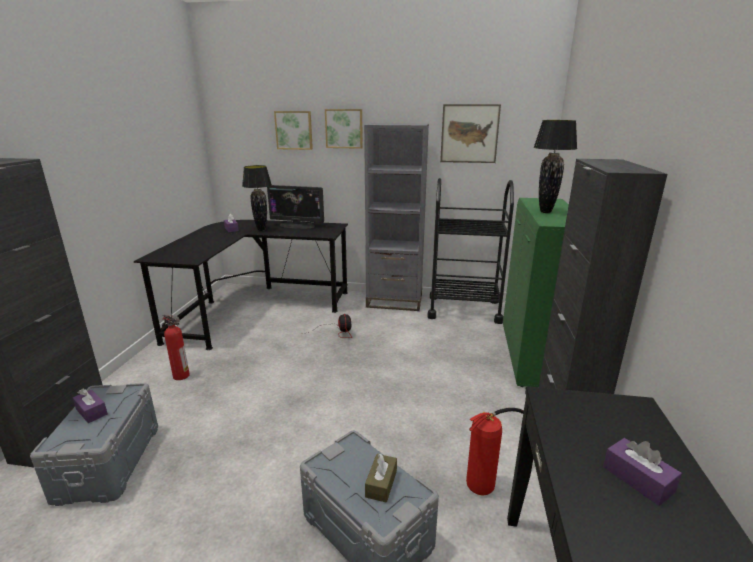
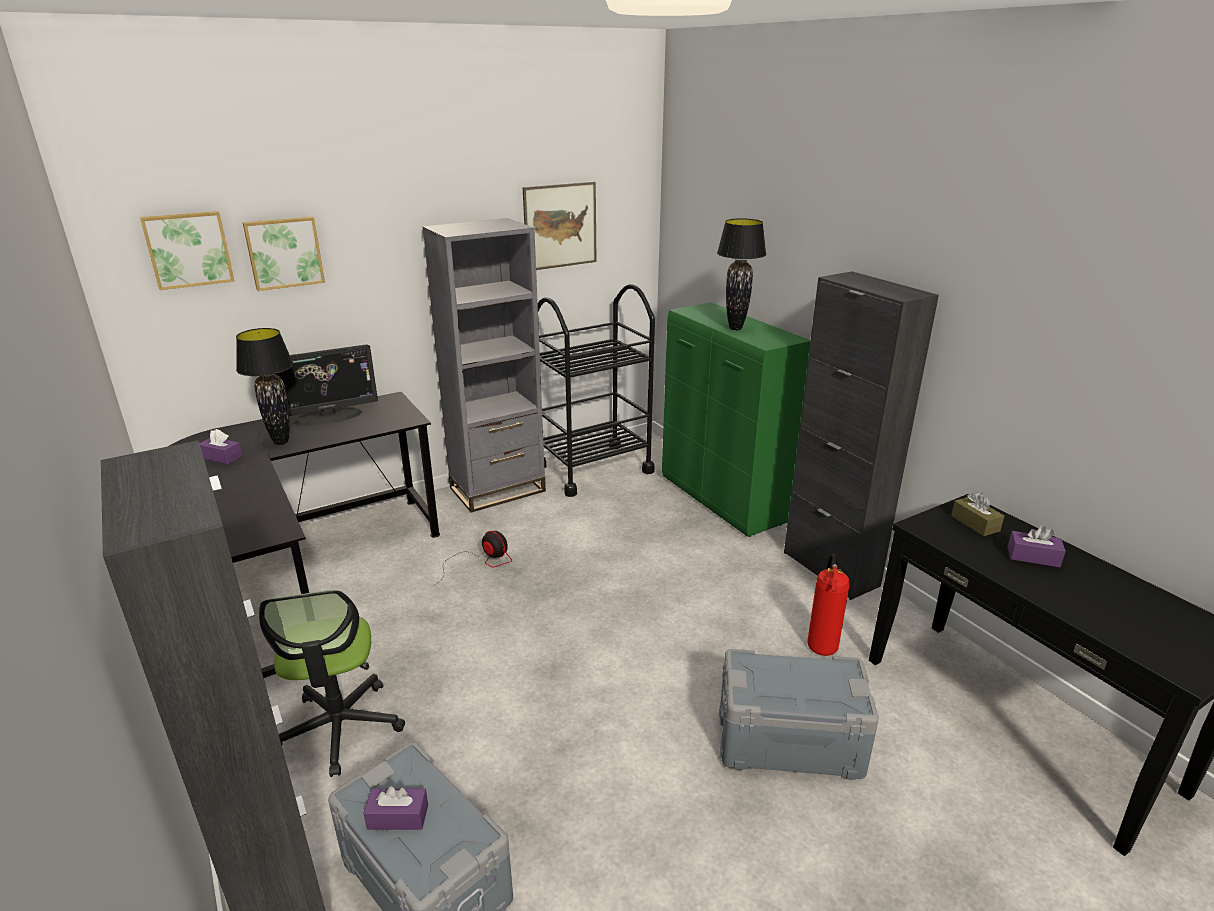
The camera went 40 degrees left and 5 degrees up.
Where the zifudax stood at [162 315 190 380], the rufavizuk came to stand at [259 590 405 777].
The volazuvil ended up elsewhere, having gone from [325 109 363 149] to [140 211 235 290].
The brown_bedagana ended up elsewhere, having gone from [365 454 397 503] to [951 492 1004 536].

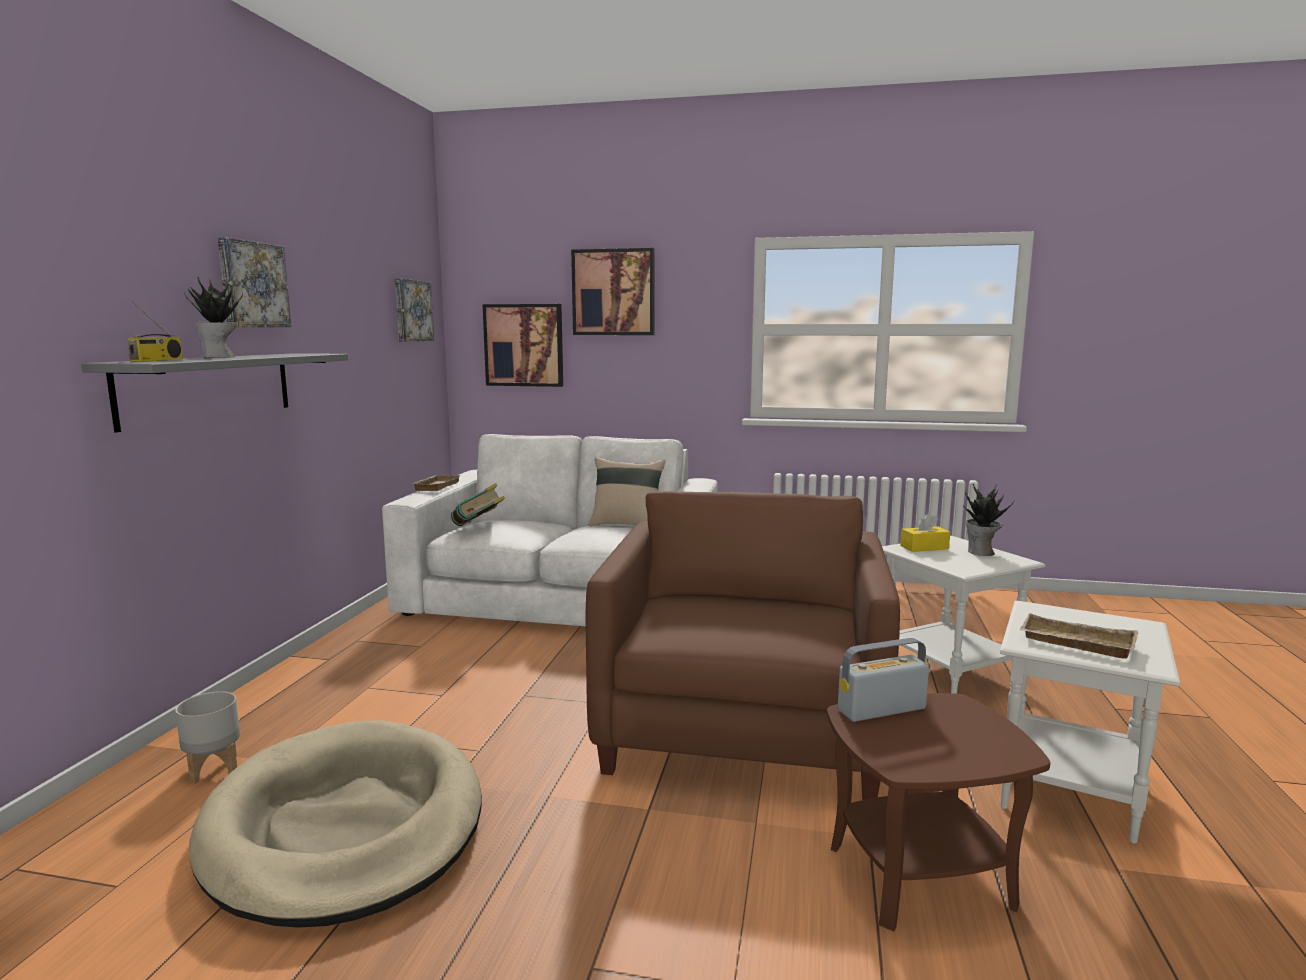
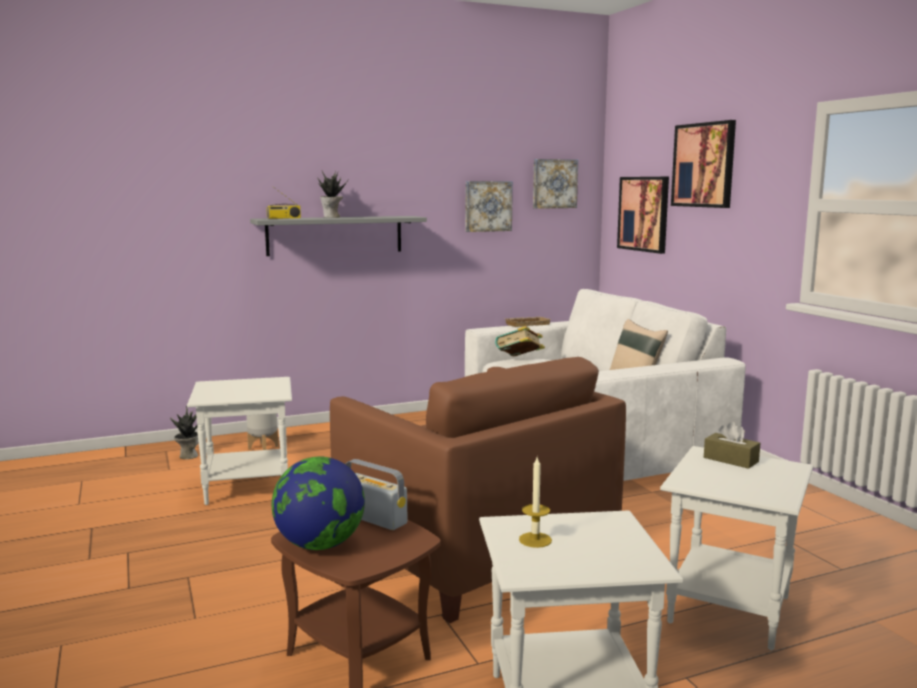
The camera went 55 degrees right and 0 degrees up.
Where the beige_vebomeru stood at [189 720 482 928], the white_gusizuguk came to stand at [187 377 292 505].
The volazuvil ended up elsewhere, having gone from [218 237 291 327] to [466 181 513 232].
The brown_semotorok at [585 491 900 800] ended up facing another way, 75 degrees clockwise from before.
What was the yellow_bedagana at [900 514 950 552] turned into the brown_bedagana at [704 422 760 469].
The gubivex ended up elsewhere, having gone from [963 484 1013 556] to [170 406 199 459].
Where the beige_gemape stood at [1019 613 1138 659], the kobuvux came to stand at [519 457 552 548].
The second view gained the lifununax at [272 457 365 550].

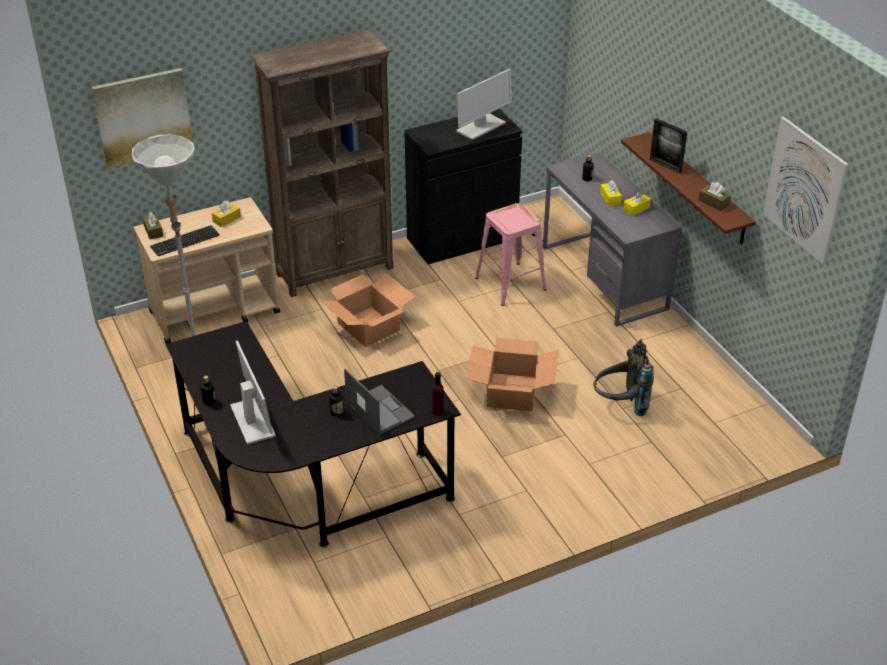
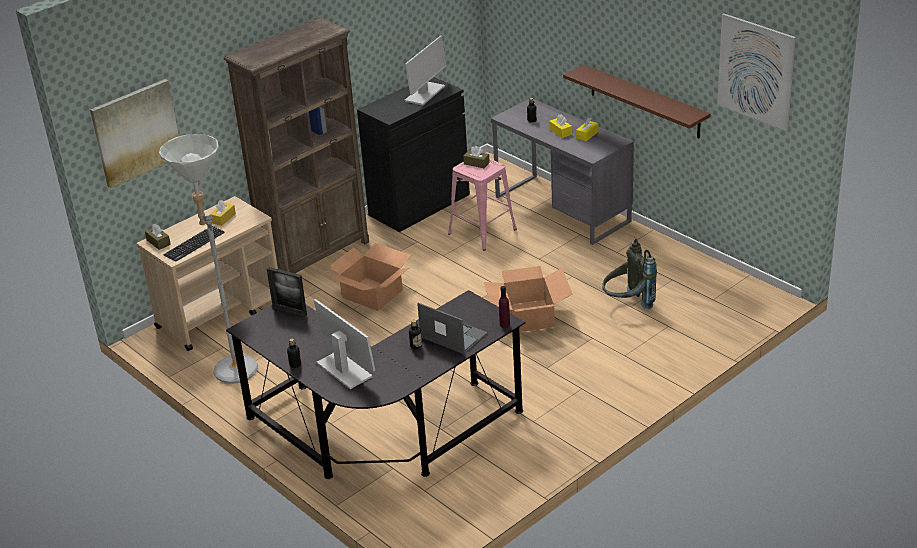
The camera went 15 degrees left and 5 degrees down.
The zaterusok ended up elsewhere, having gone from [650 118 687 174] to [267 267 307 317].
The brown_bedagana ended up elsewhere, having gone from [698 182 731 211] to [463 146 490 168].

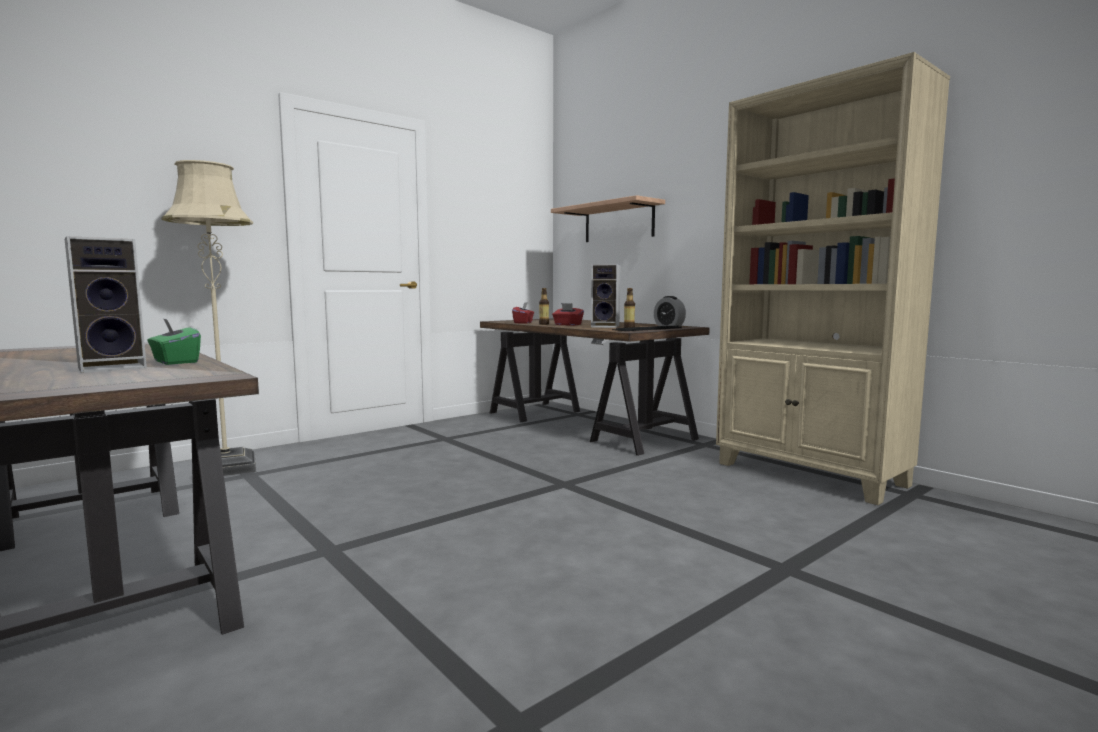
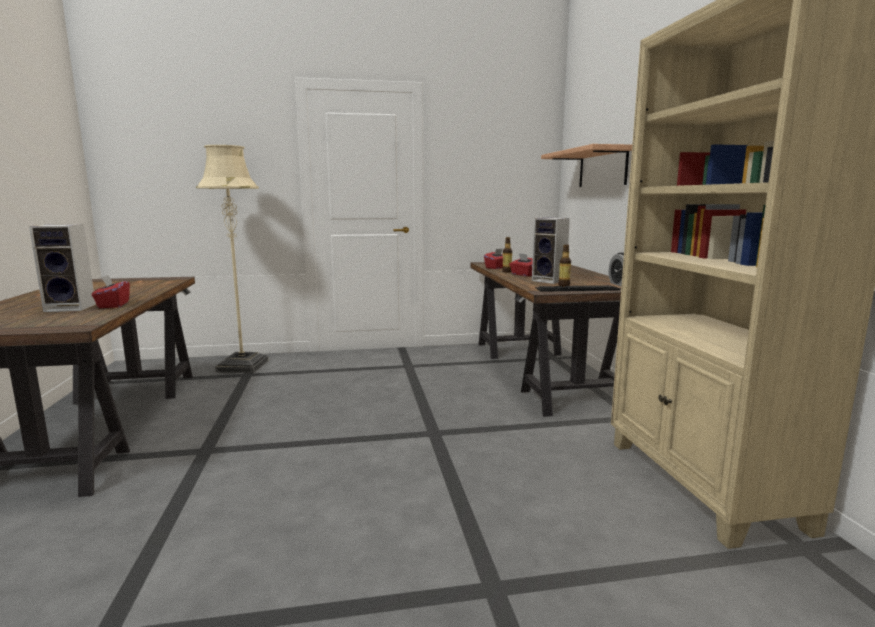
The camera went 30 degrees right and 5 degrees up.
What was the green_bedagana at [148 318 201 365] turned into the red_bedagana at [92 275 130 308].

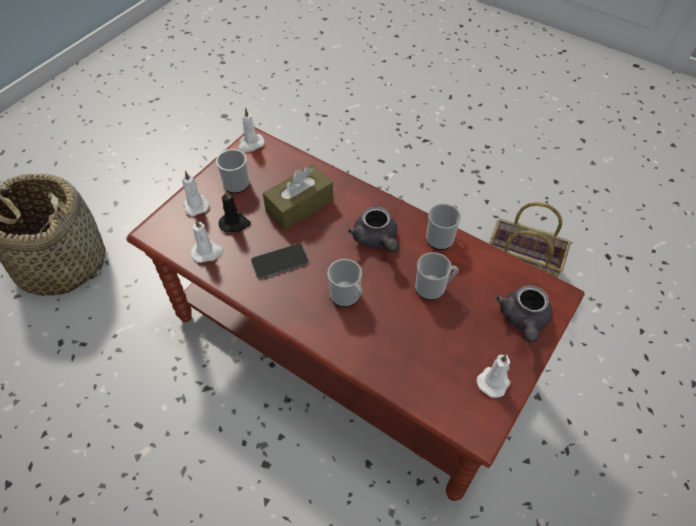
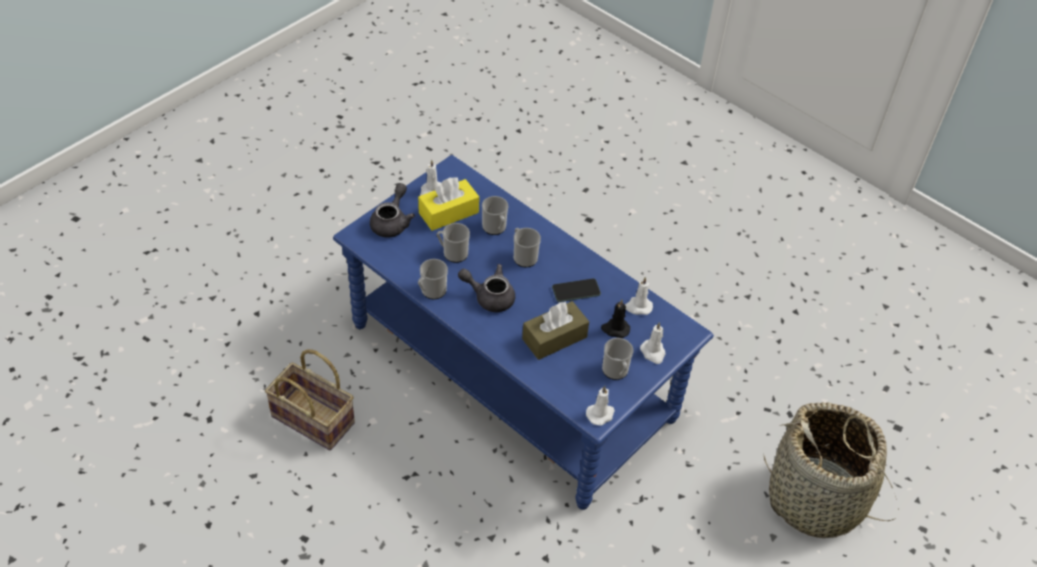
The camera went 175 degrees left and 5 degrees down.
What was the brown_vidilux at [126 127 585 501] turned into the blue_vidilux at [333 155 714 510].
The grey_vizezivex at [348 206 399 252] ended up facing another way, 60 degrees counterclockwise from before.
The second view gained the yellow_bedagana at [418 177 479 231].
The second view gained the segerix at [482 196 508 235].

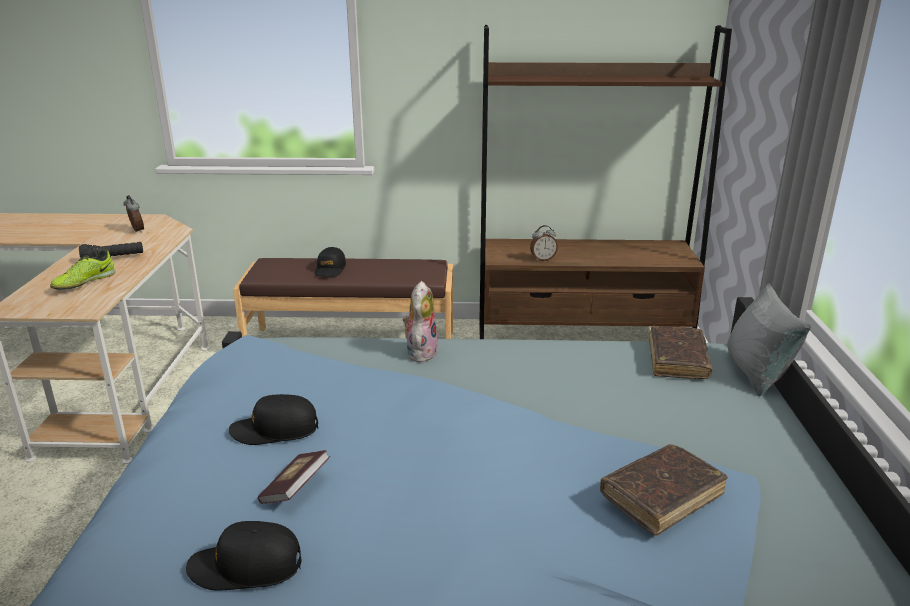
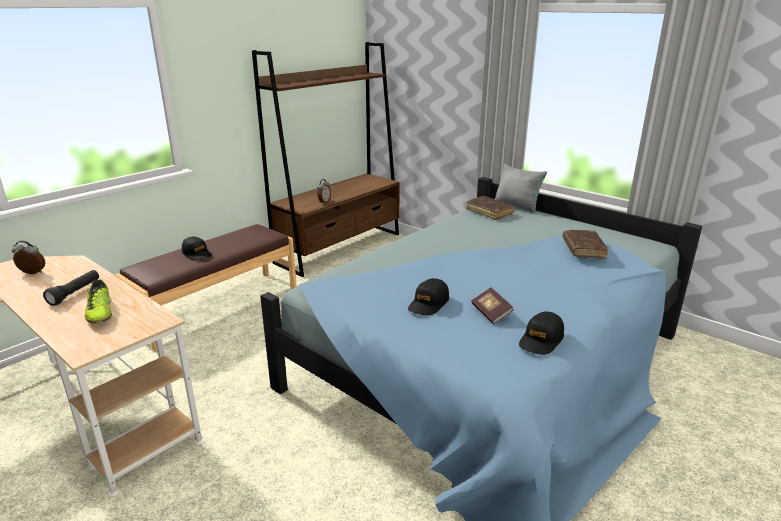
The camera went 50 degrees left and 0 degrees up.
The second view lost the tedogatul at [403 281 438 362].

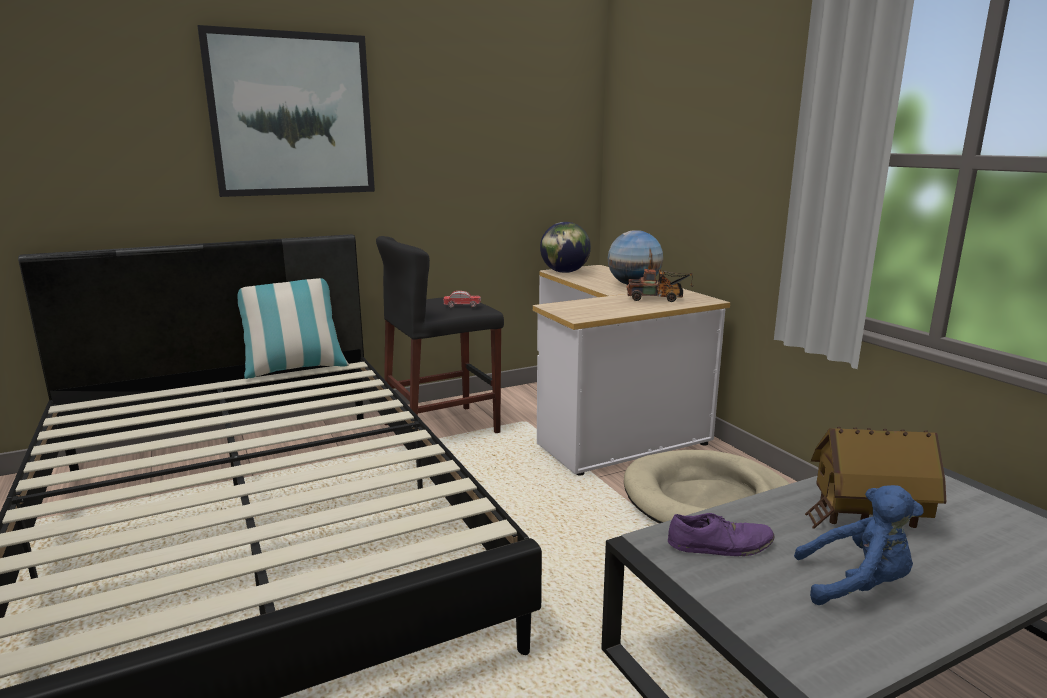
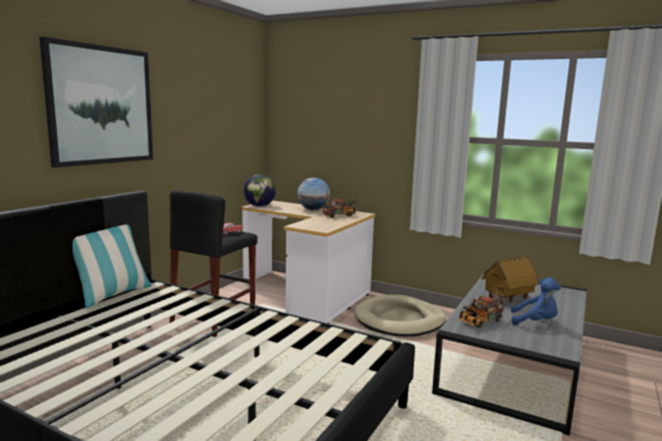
The camera went 35 degrees left and 5 degrees down.
Where the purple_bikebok stood at [668 513 775 556], the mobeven came to stand at [459 296 504 328].
The blue_tedogatul at [794 485 924 605] ended up facing another way, 45 degrees clockwise from before.

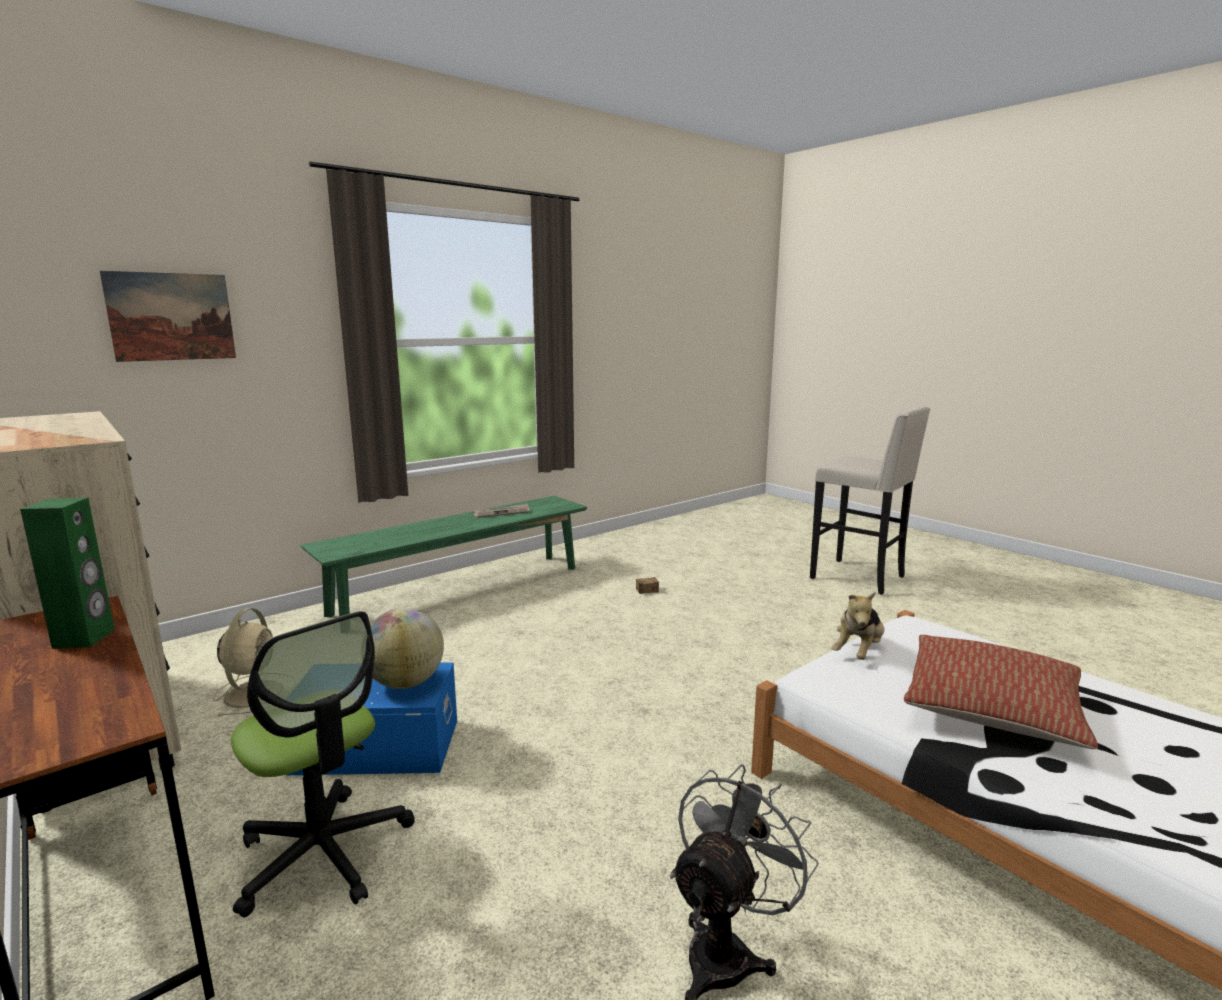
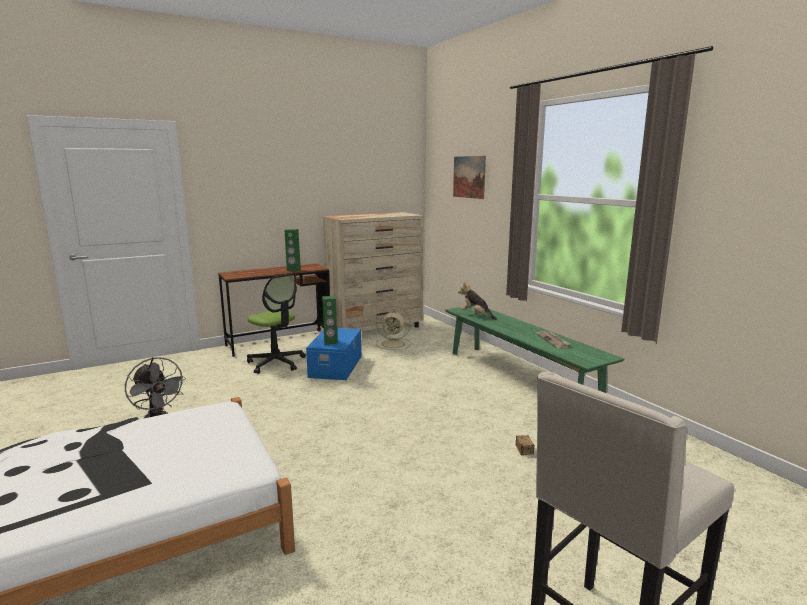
The camera went 100 degrees right and 0 degrees up.
The rufavizuk at [231 611 415 918] ended up facing another way, 105 degrees counterclockwise from before.
Where the lifununax stood at [370 608 444 689], the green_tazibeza came to stand at [322 296 337 345].
The tedogatul ended up elsewhere, having gone from [832 592 884 660] to [458 282 497 320].
The second view lost the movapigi at [904 635 1098 749].

